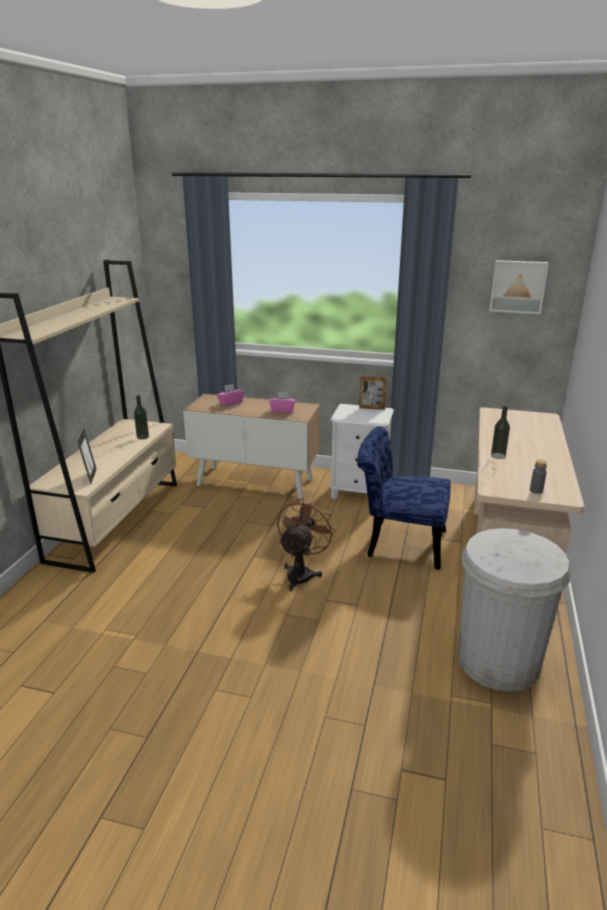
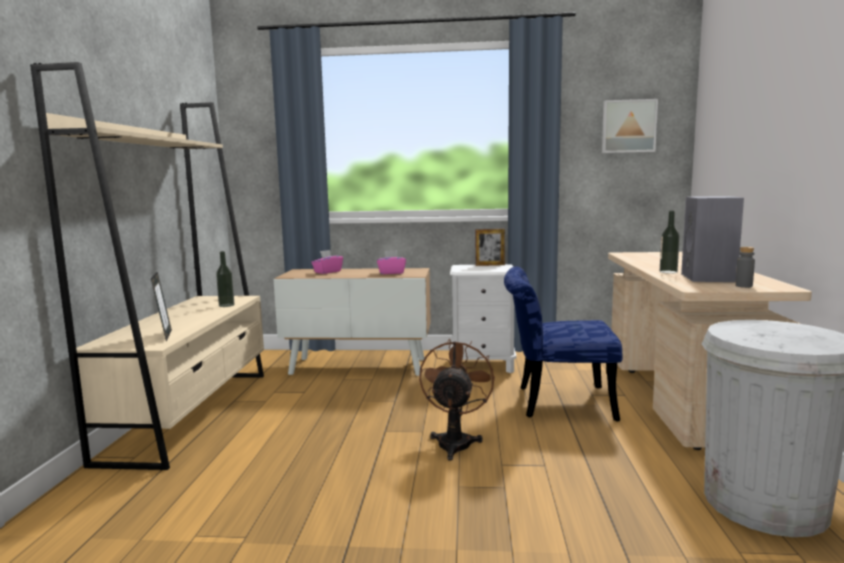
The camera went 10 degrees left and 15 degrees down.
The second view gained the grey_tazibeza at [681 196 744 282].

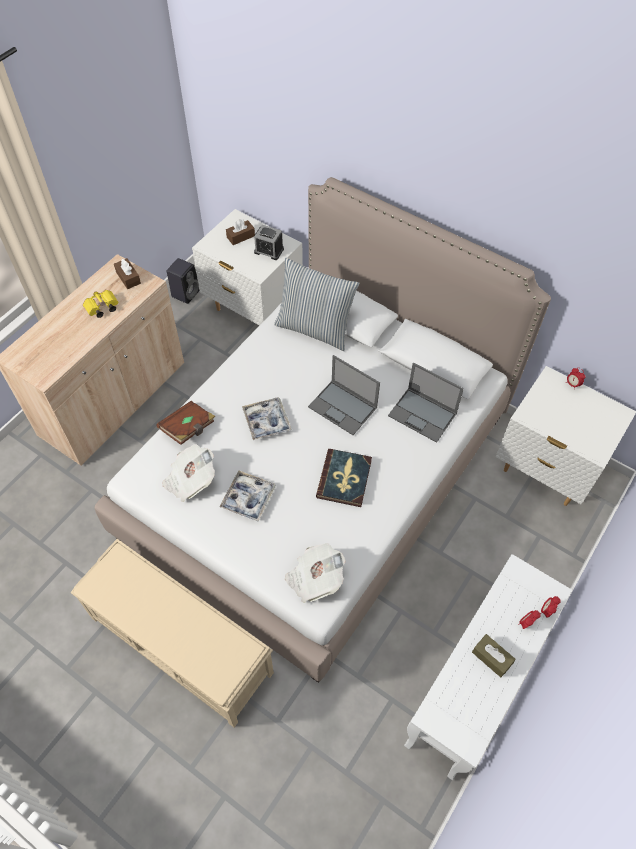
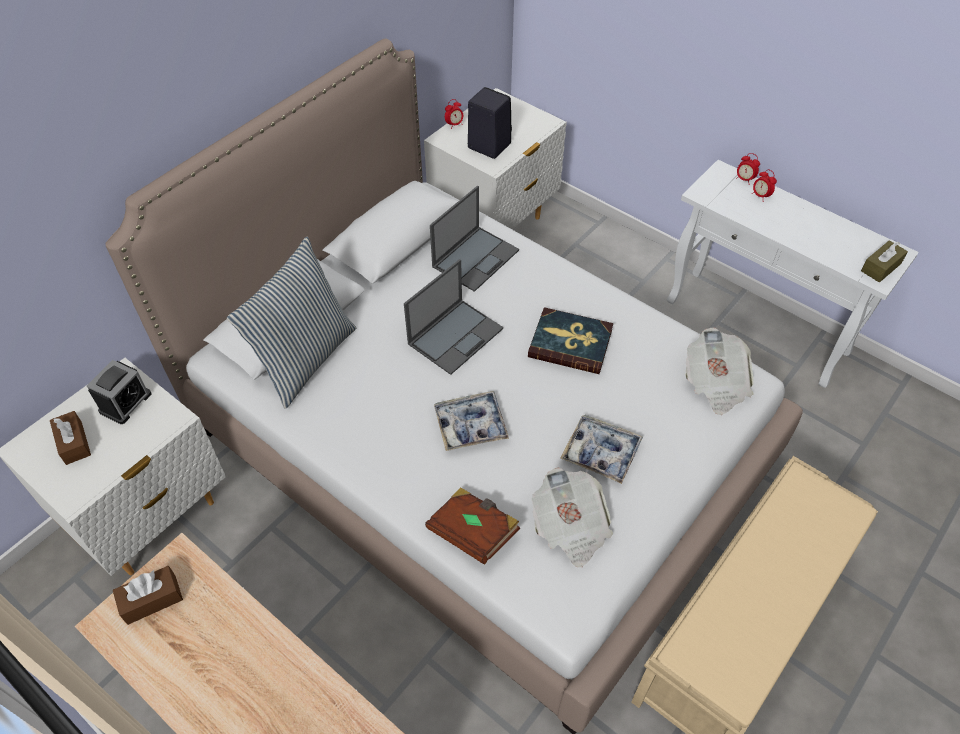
The camera went 85 degrees left and 5 degrees down.
The second view lost the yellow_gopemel at [83 290 118 318].
The black_tazibeza ended up elsewhere, having gone from [167 258 200 304] to [468 87 512 159].
The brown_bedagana ended up elsewhere, having gone from [472 634 516 677] to [861 240 908 282].

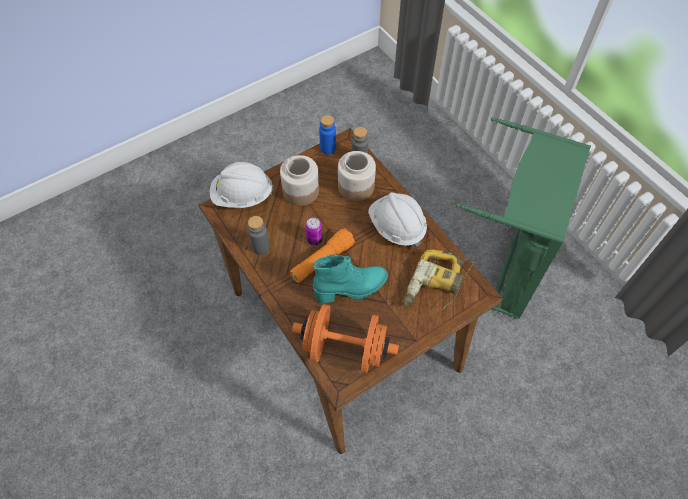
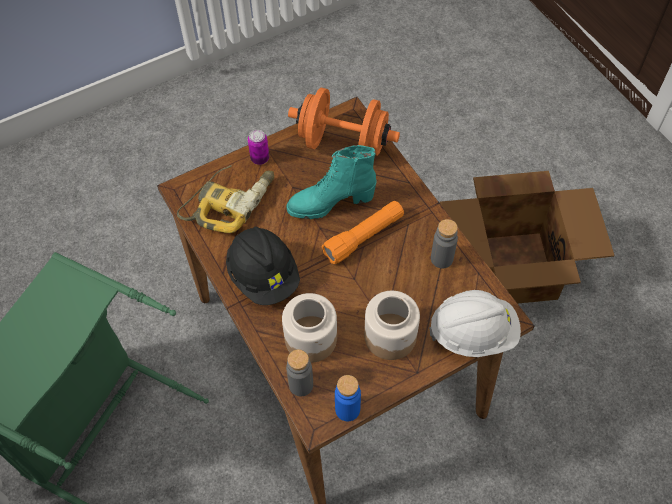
The camera went 175 degrees left and 0 degrees up.
The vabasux ended up elsewhere, having gone from [305 218 322 245] to [248 130 269 165].
What was the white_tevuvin at [368 192 427 248] turned into the black_tevuvin at [226 227 300 305].
The second view gained the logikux at [440 171 615 304].

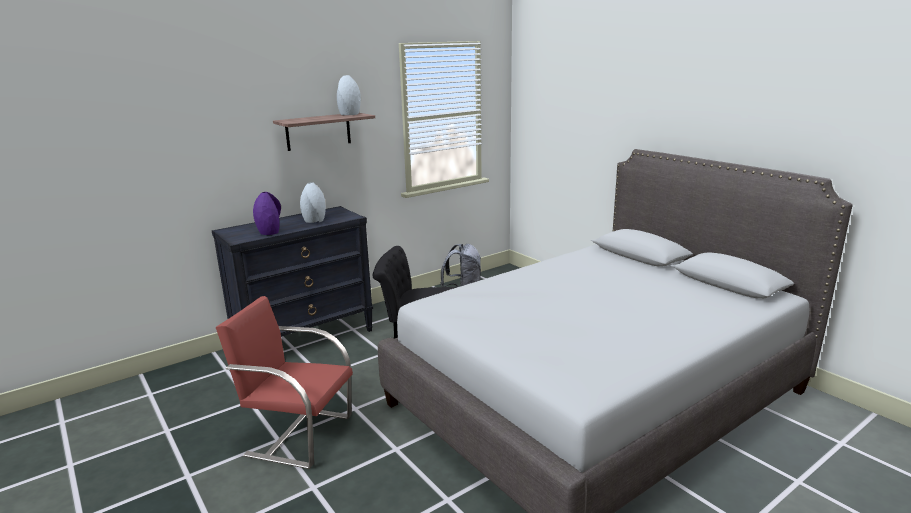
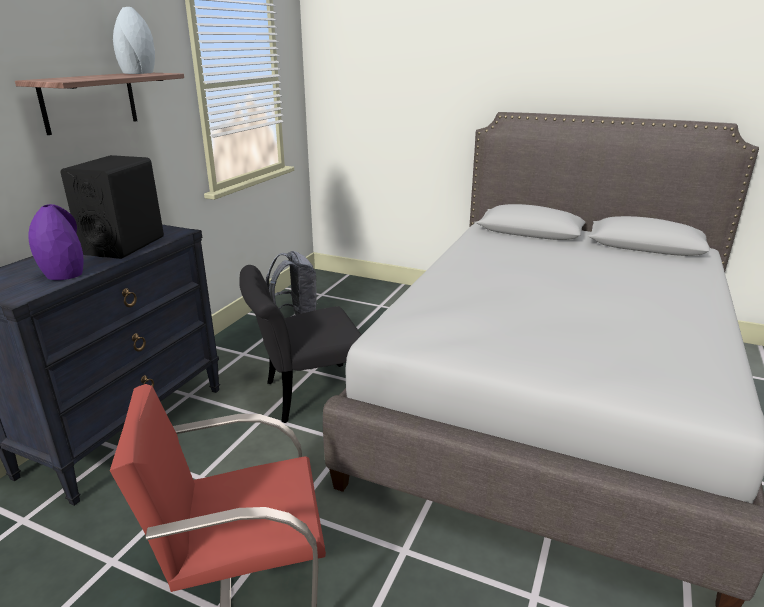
The camera went 30 degrees left and 5 degrees up.
Where the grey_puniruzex stood at [300 182 326 223], the black_tazibeza came to stand at [60 155 164 259].

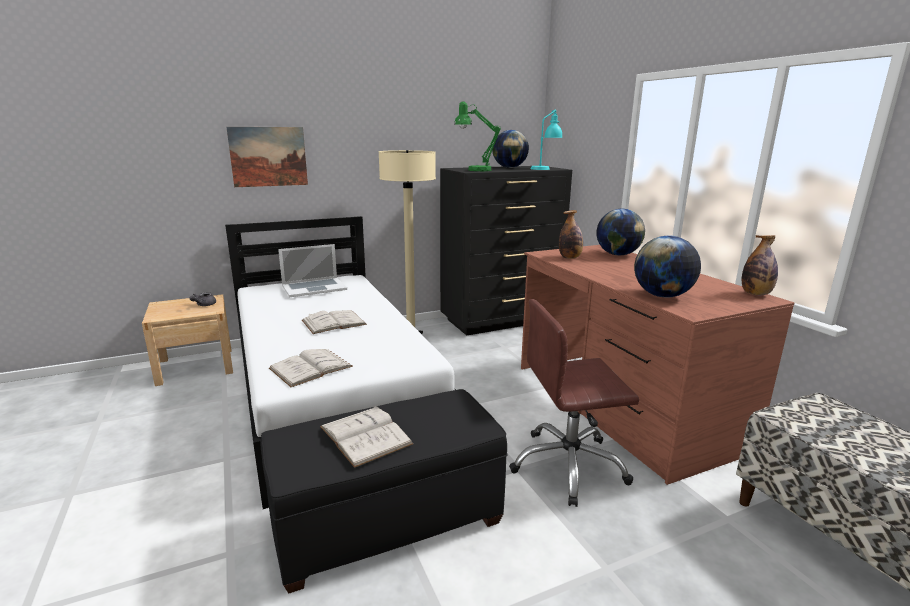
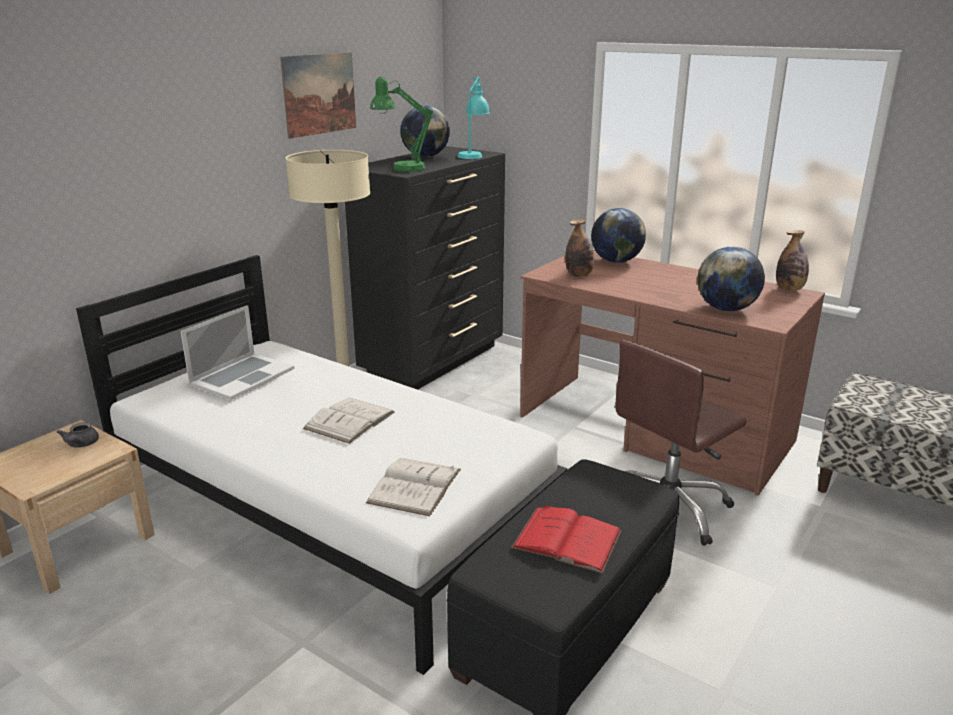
The camera went 30 degrees left and 5 degrees up.
The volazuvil ended up elsewhere, having gone from [226 127 308 187] to [280 52 356 139].
What was the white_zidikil at [320 406 413 468] turned into the red_zidikil at [511 505 622 573].

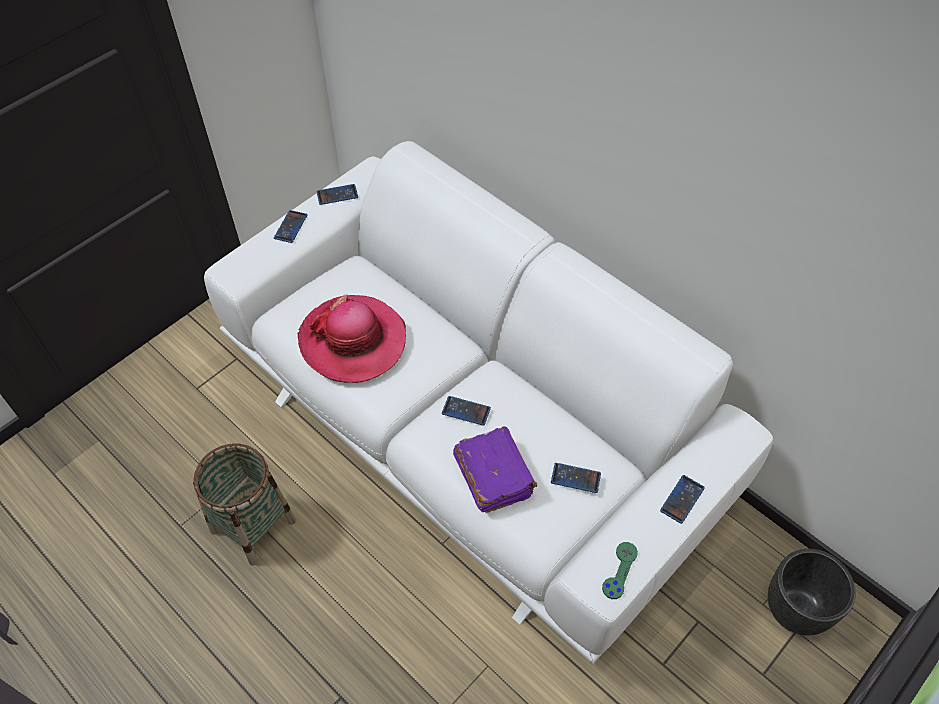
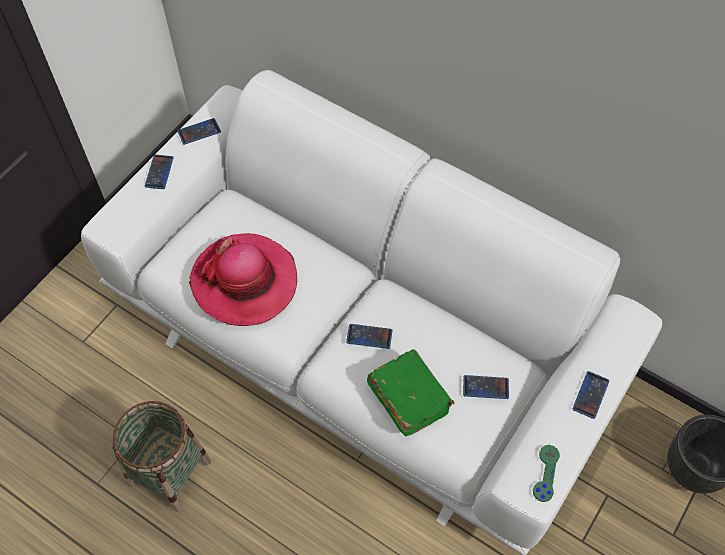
The camera went 10 degrees left and 5 degrees up.
What was the purple_zidikil at [453 426 537 512] turned into the green_zidikil at [367 349 454 436].

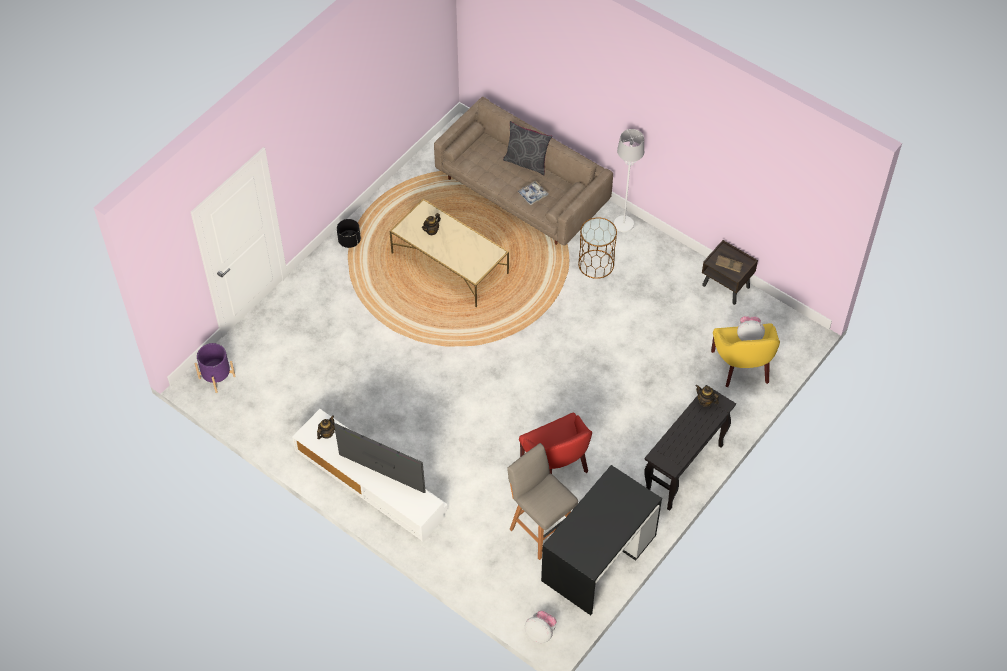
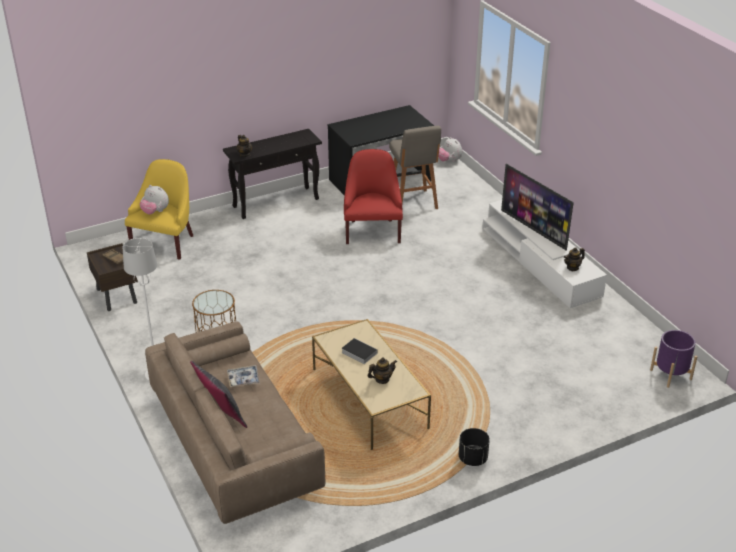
The camera went 155 degrees left and 20 degrees down.
The second view gained the zidikil at [341 338 377 364].

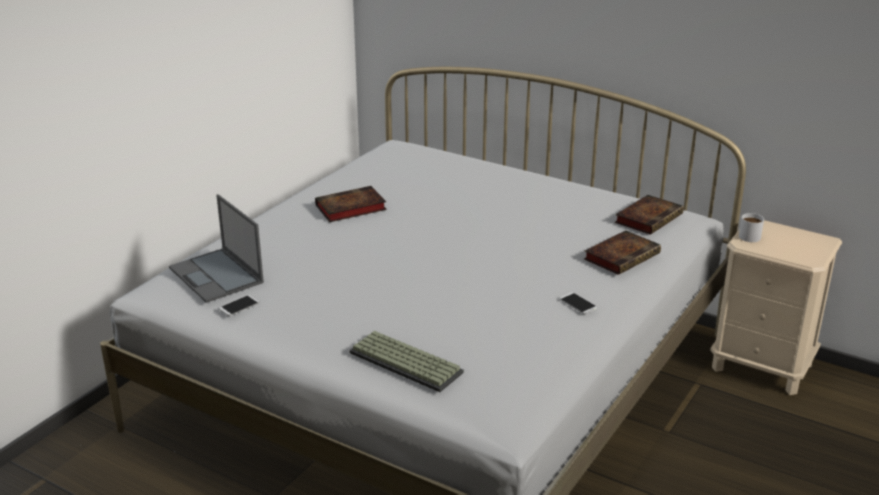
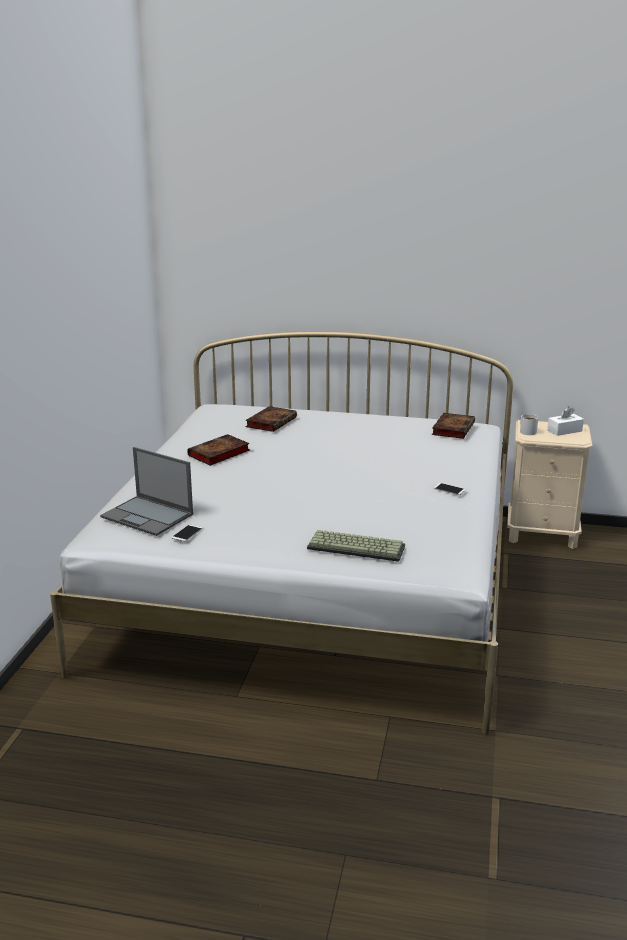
The camera went 20 degrees left and 5 degrees down.
The zidikil ended up elsewhere, having gone from [584 231 661 275] to [246 406 297 432].
The second view gained the white_bedagana at [547 406 584 436].

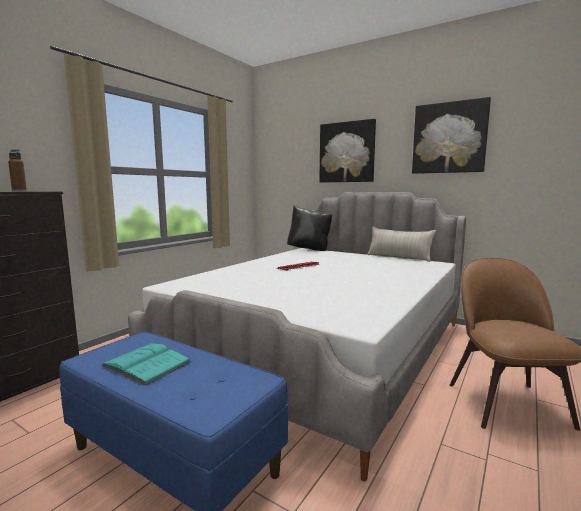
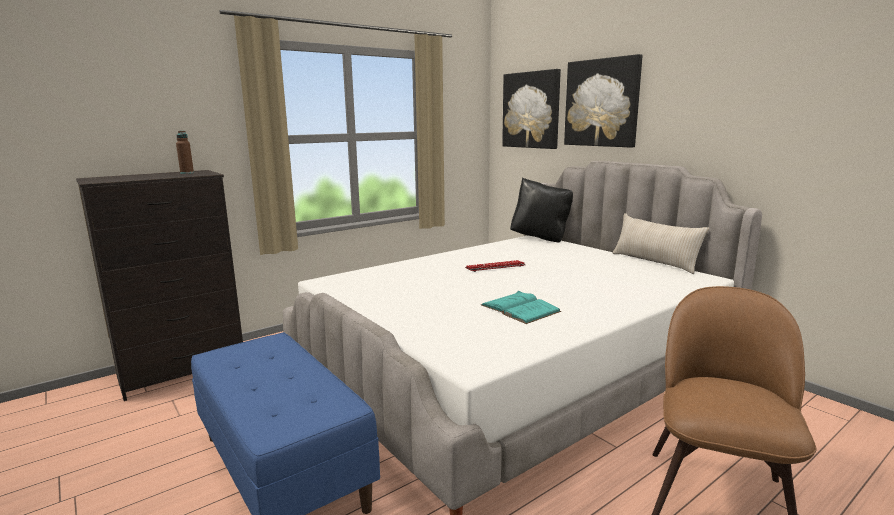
The camera went 20 degrees right and 5 degrees up.
The turquoise_zidikil ended up elsewhere, having gone from [102 342 192 385] to [481 290 561 324].
The volazuvil ended up elsewhere, having gone from [412 97 491 174] to [502 69 561 149].

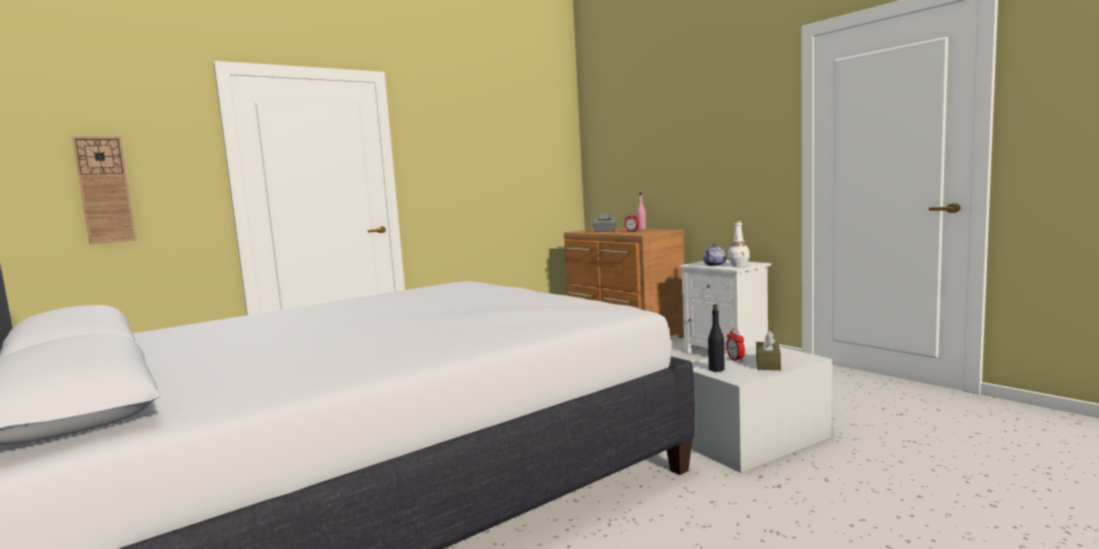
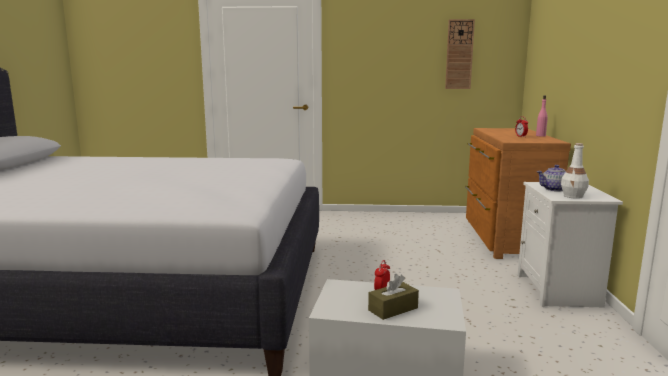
The camera went 40 degrees right and 5 degrees up.
The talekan ended up elsewhere, having gone from [72 136 137 244] to [445 19 475 89].
The second view lost the grey_bedagana at [592 213 617 232].
The second view lost the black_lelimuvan at [708 304 725 372].

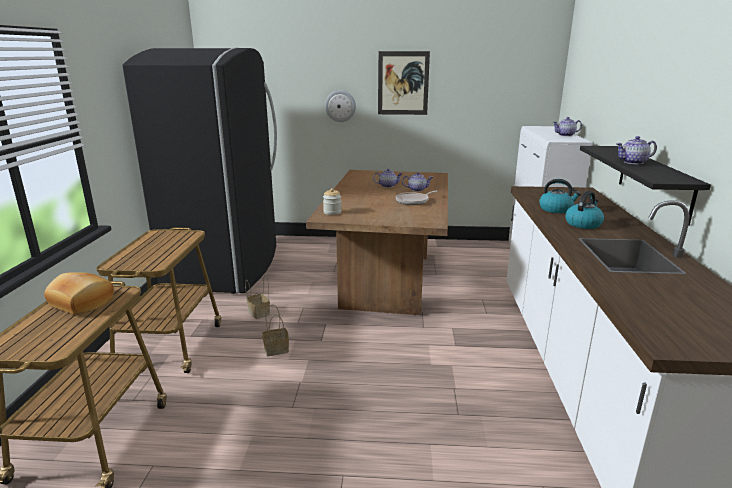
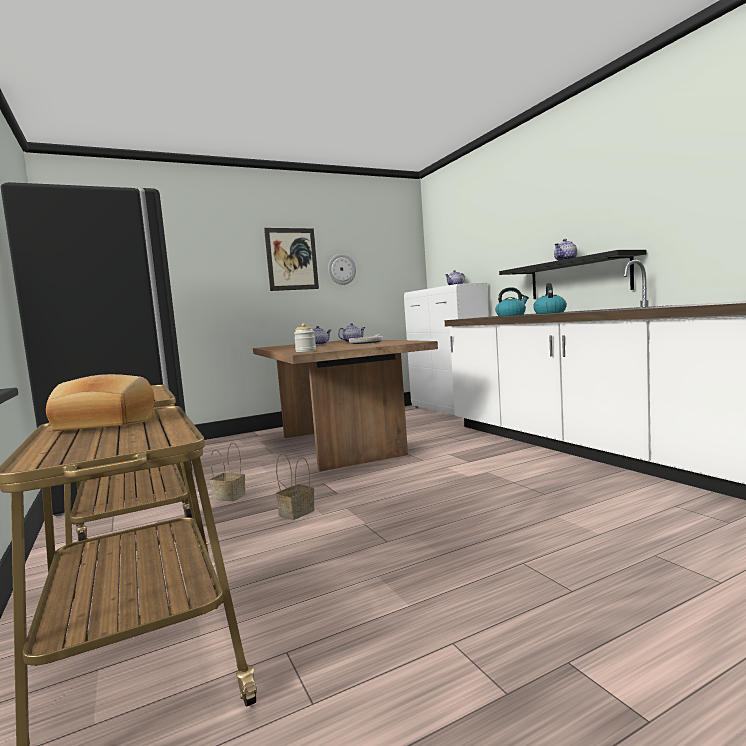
The camera went 30 degrees left and 15 degrees down.
The talekan ended up elsewhere, having gone from [325 90 356 122] to [328 254 356 285].

